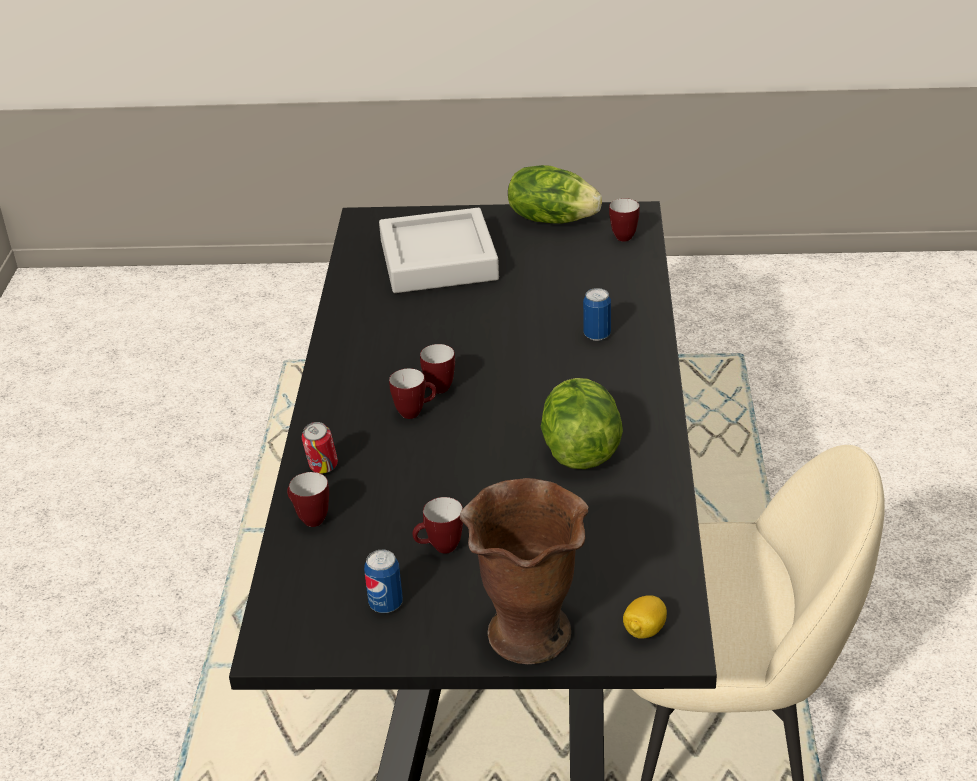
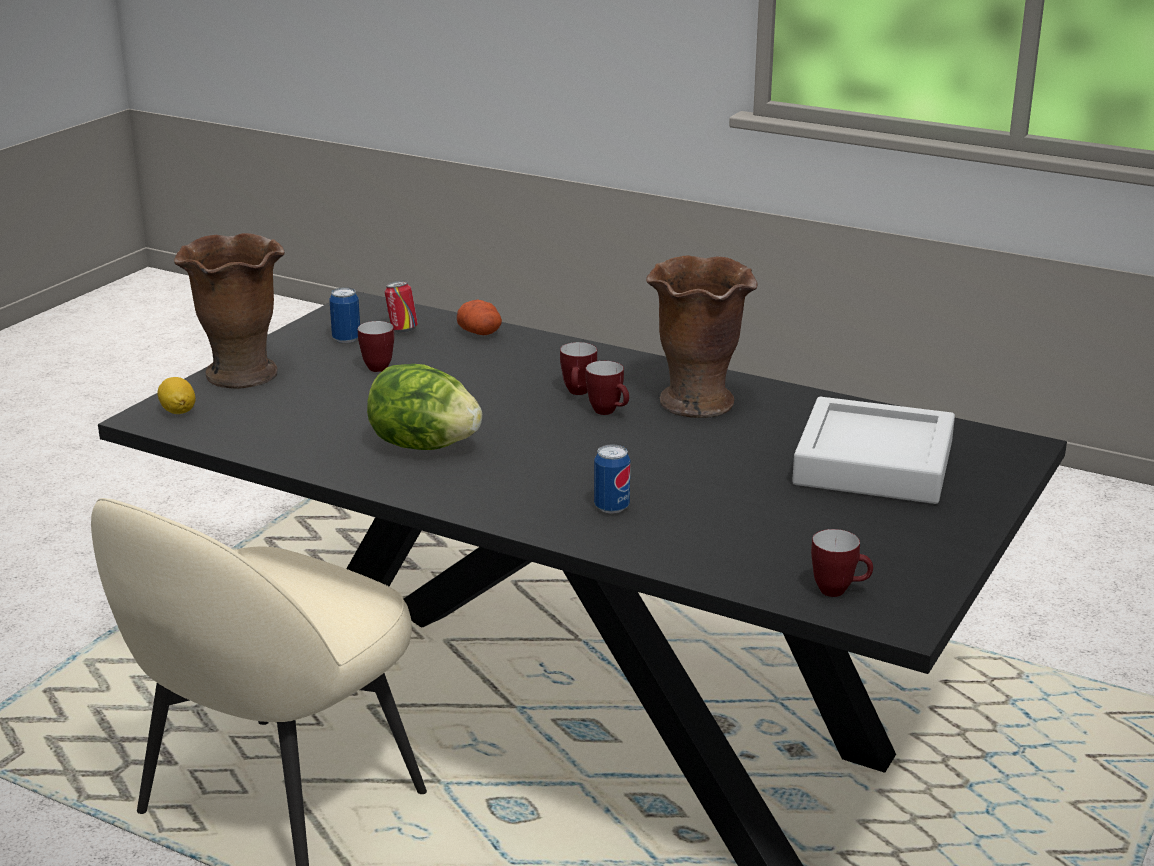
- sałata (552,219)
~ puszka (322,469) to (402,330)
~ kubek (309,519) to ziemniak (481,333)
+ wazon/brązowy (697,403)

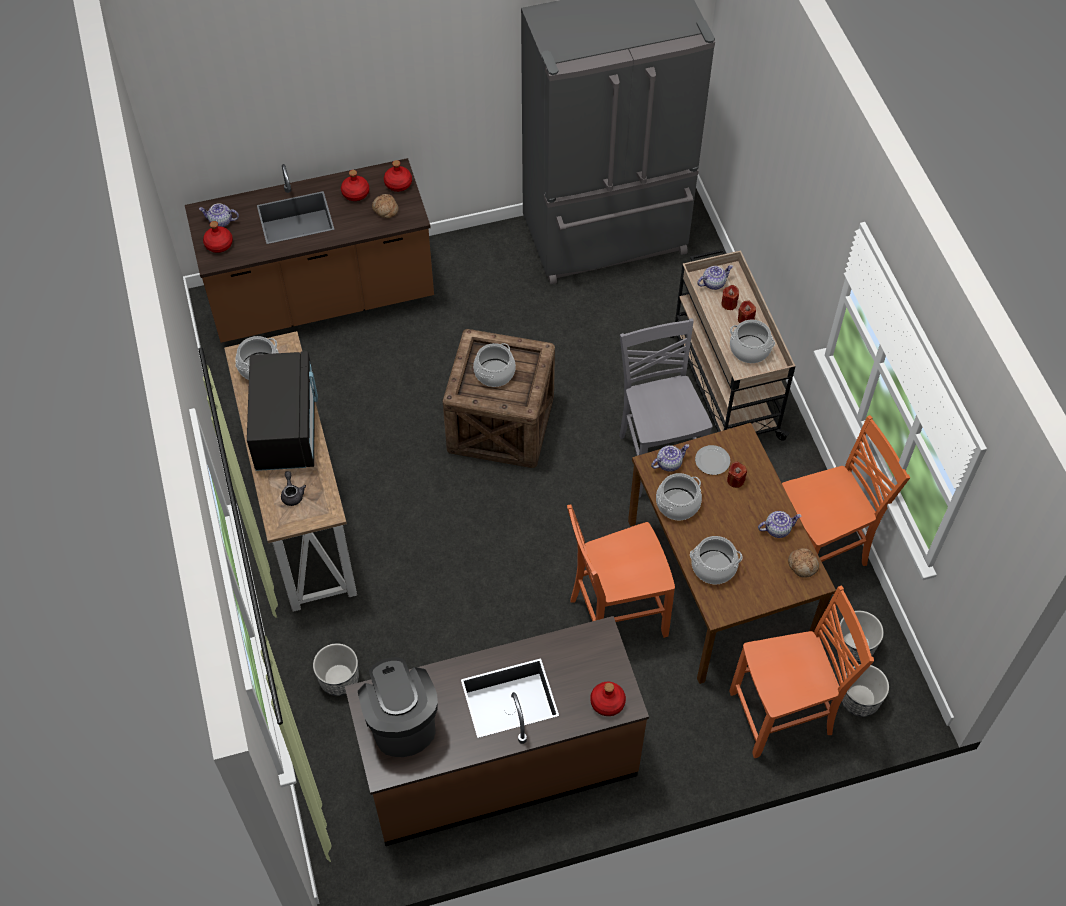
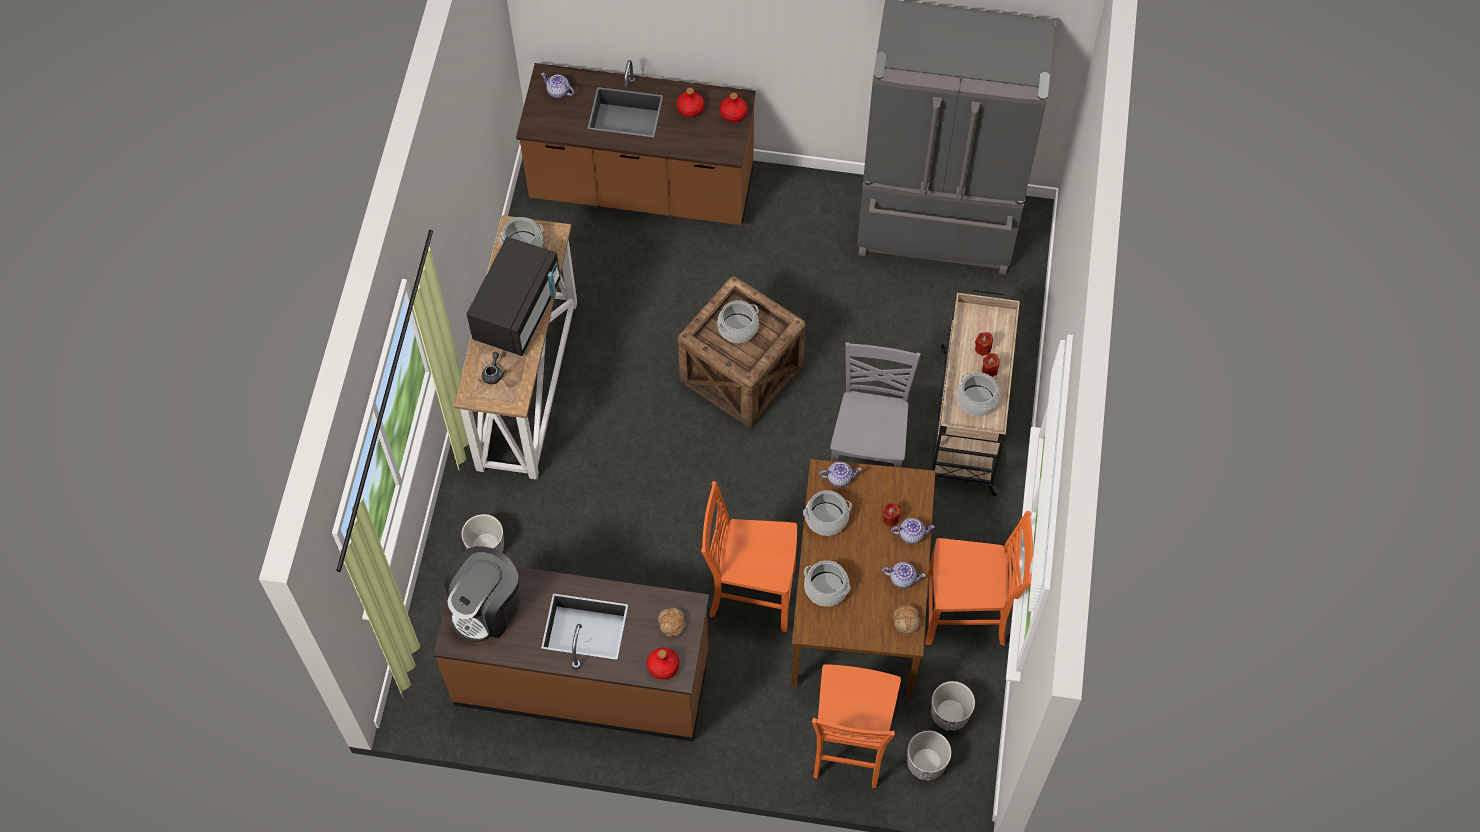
~ chleb (385,209) to (671,623)
- butelka/czerwony (218,244)
~ imbryk (713,283) to (911,534)
- talerz (713,460)
~ krzesło/pomarańczowy (783,715) = (850,746) 90 degrees clockwise
~ ekspres do kawy (401,721) = (486,607) 150 degrees counterclockwise

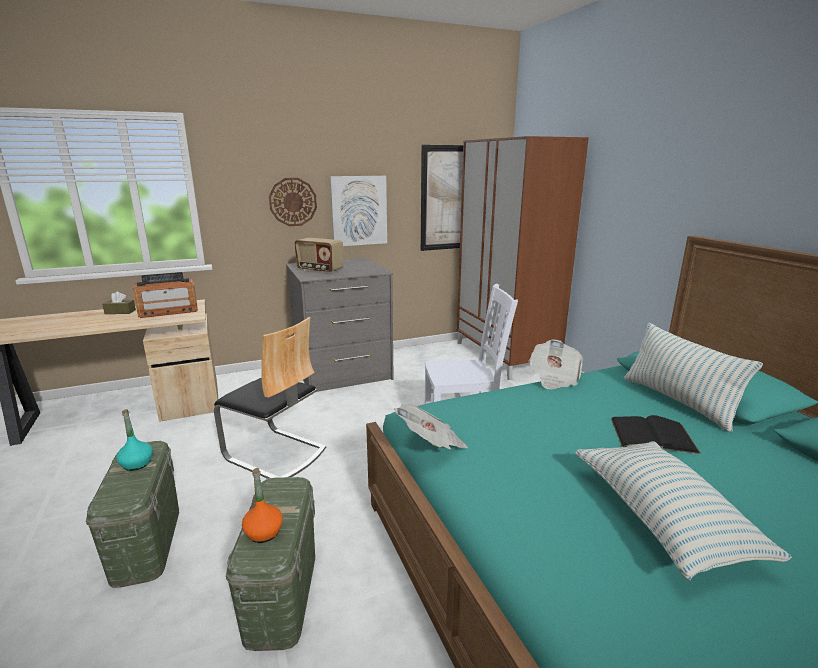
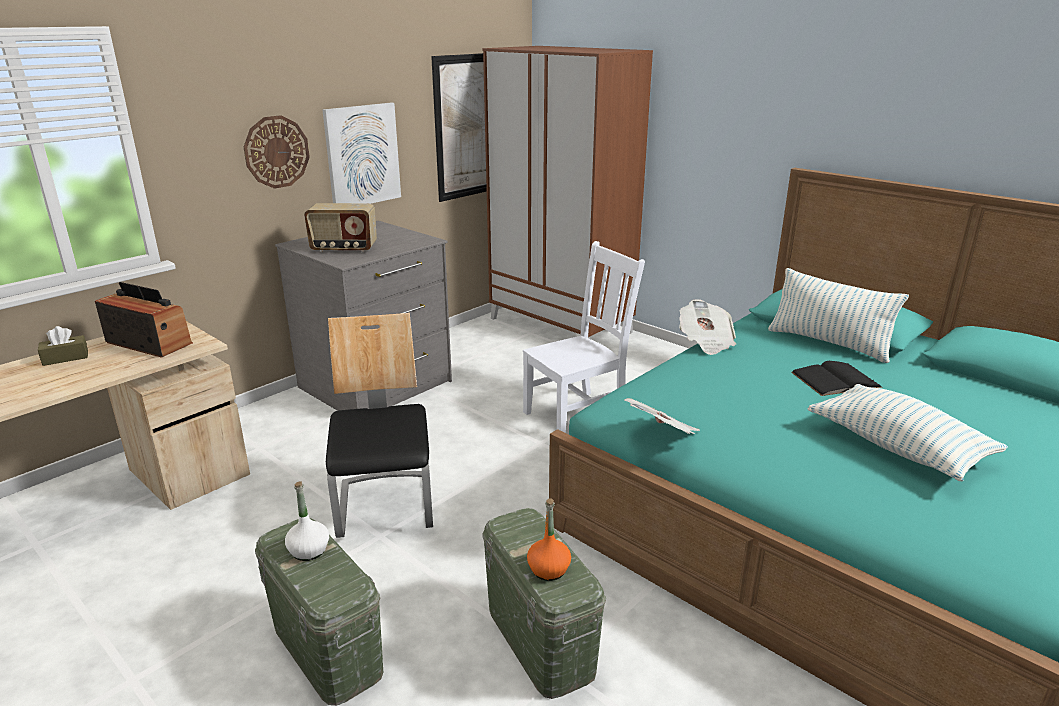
~ radio (168,311) = (149,343) 105 degrees counterclockwise
~ krzesło (275,453) = (386,505) 105 degrees counterclockwise
~ butelka/turkusowy (136,464) to butelka/biały (308,550)

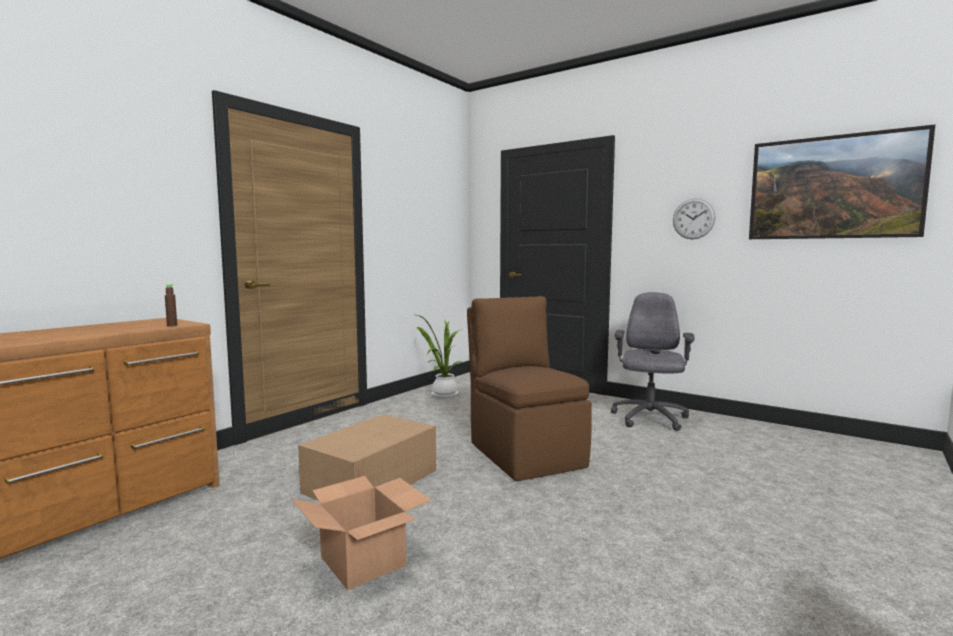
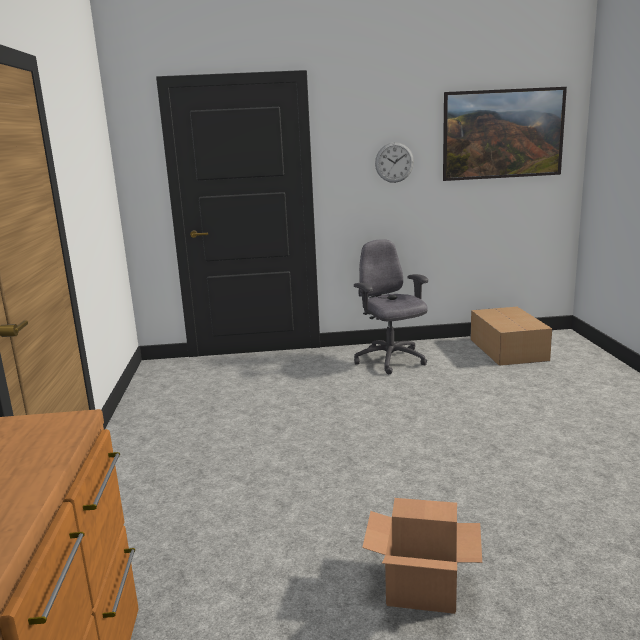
- butelka/brązowy (172,325)
- krzesło/brązowy (525,453)
- roślina doniczkowa (442,395)
~ karton (373,481) to (508,349)

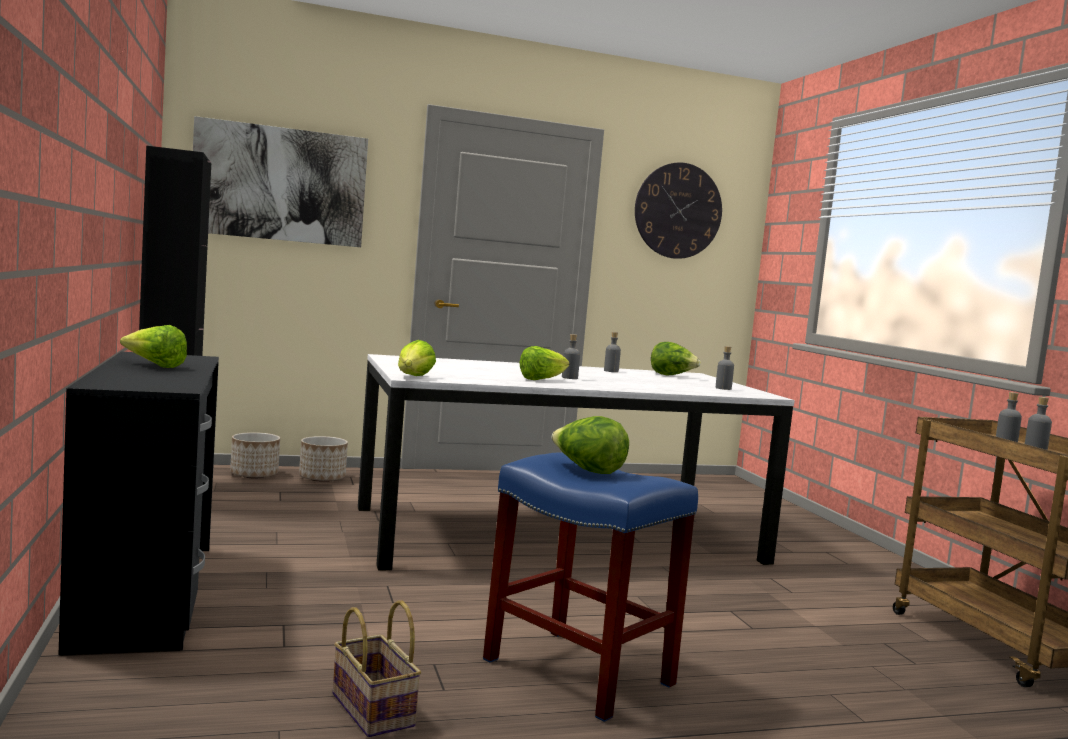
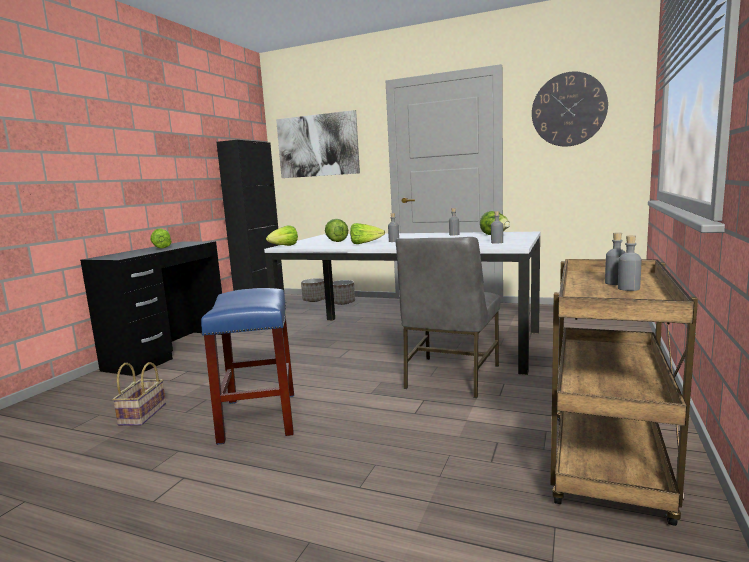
~ sałata (587,471) to (336,241)
+ krzesło/szary (450,377)

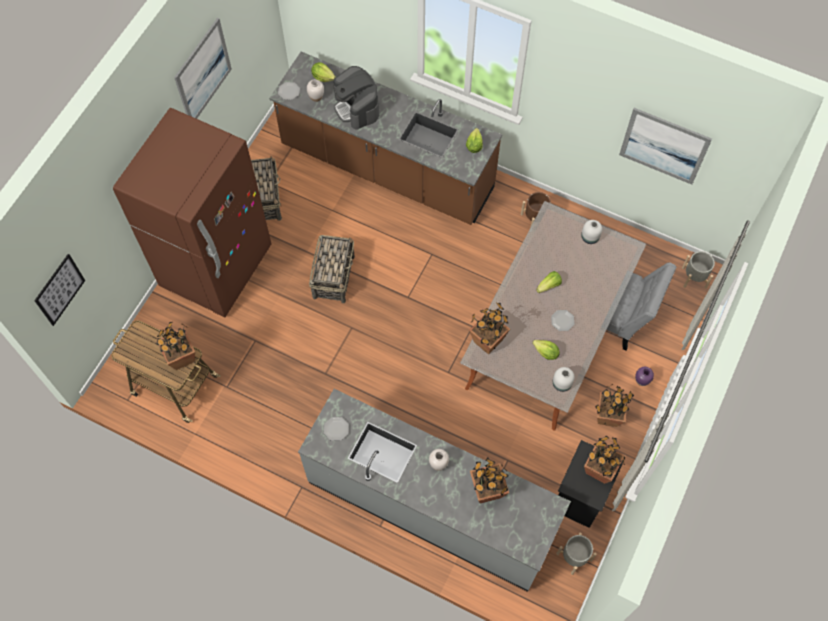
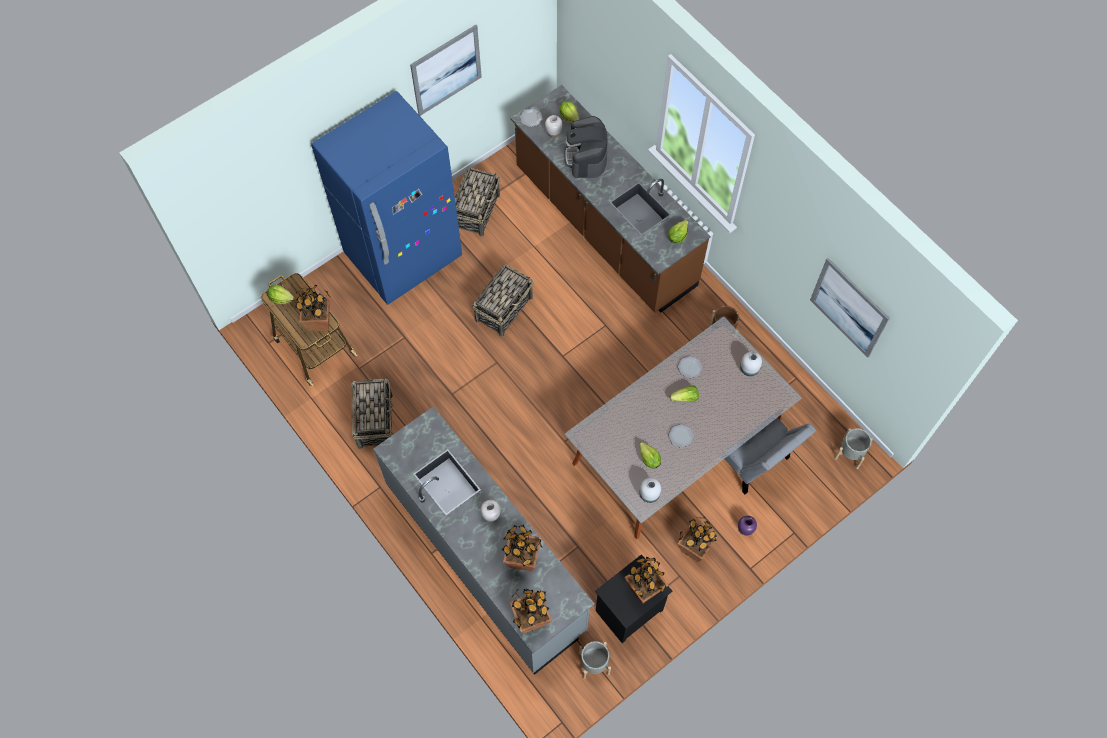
~ lodówka/brązowy (217,267) to lodówka/niebieski (404,256)
- obraz (60,290)
~ roślina doniczkowa (487,341) to (530,618)
~ talerz (336,429) to (690,367)
+ sałata (281,298)
+ koszyk (375,420)

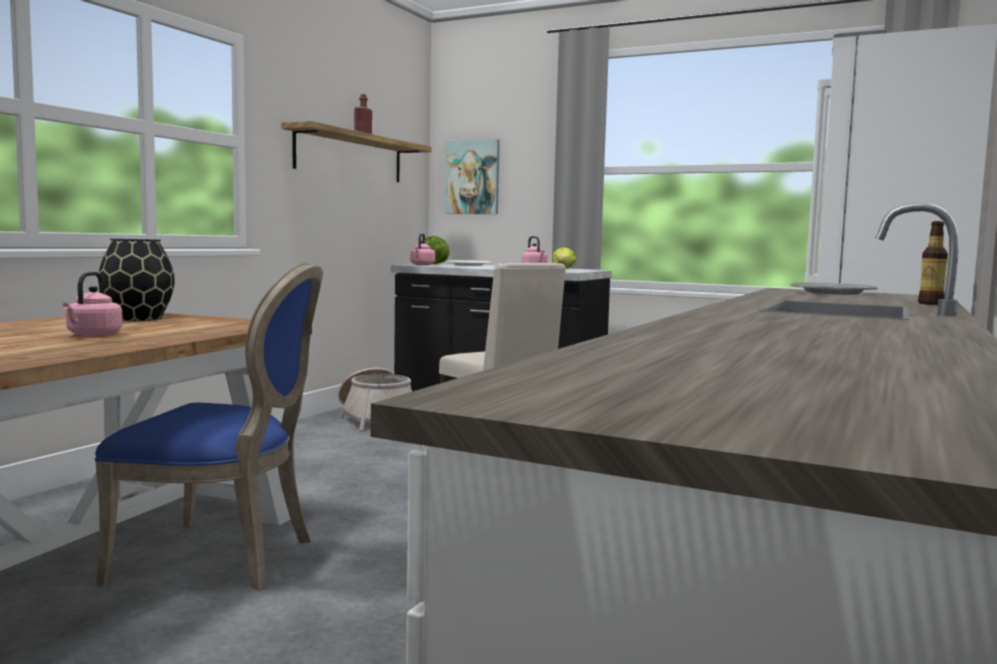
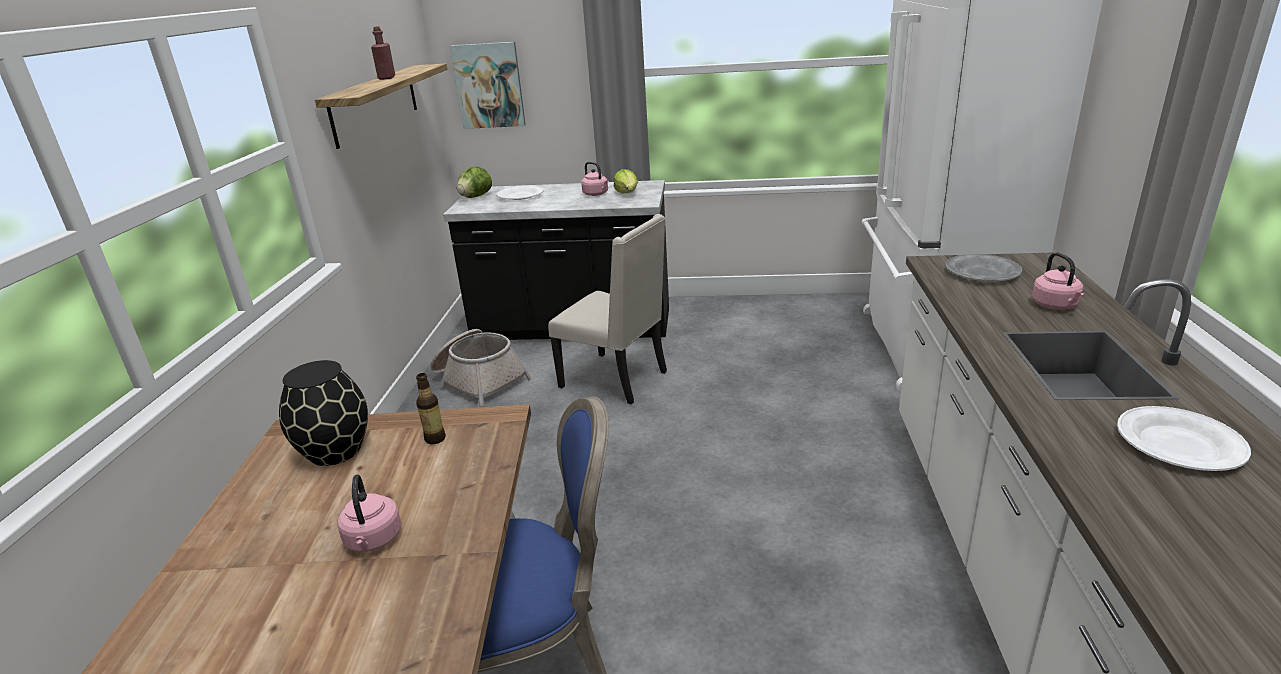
~ butelka (930,304) to (435,439)
~ czajnik/różowy (422,265) to (1056,306)
+ talerz/biały (1178,444)

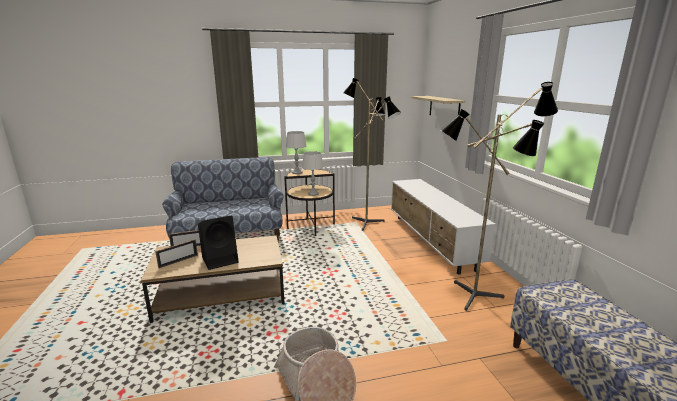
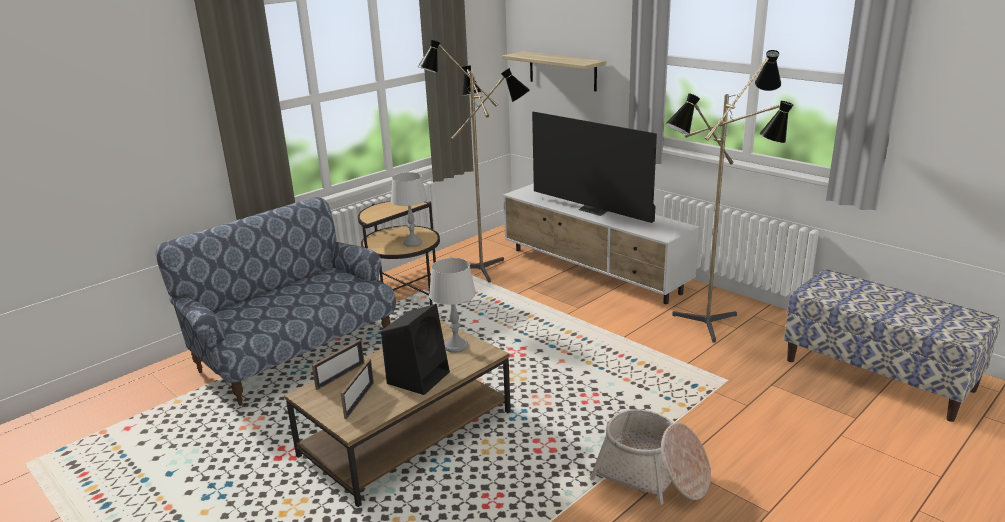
~ lampa stołowa/szary (296,172) to (455,346)
+ telewizor (595,210)

